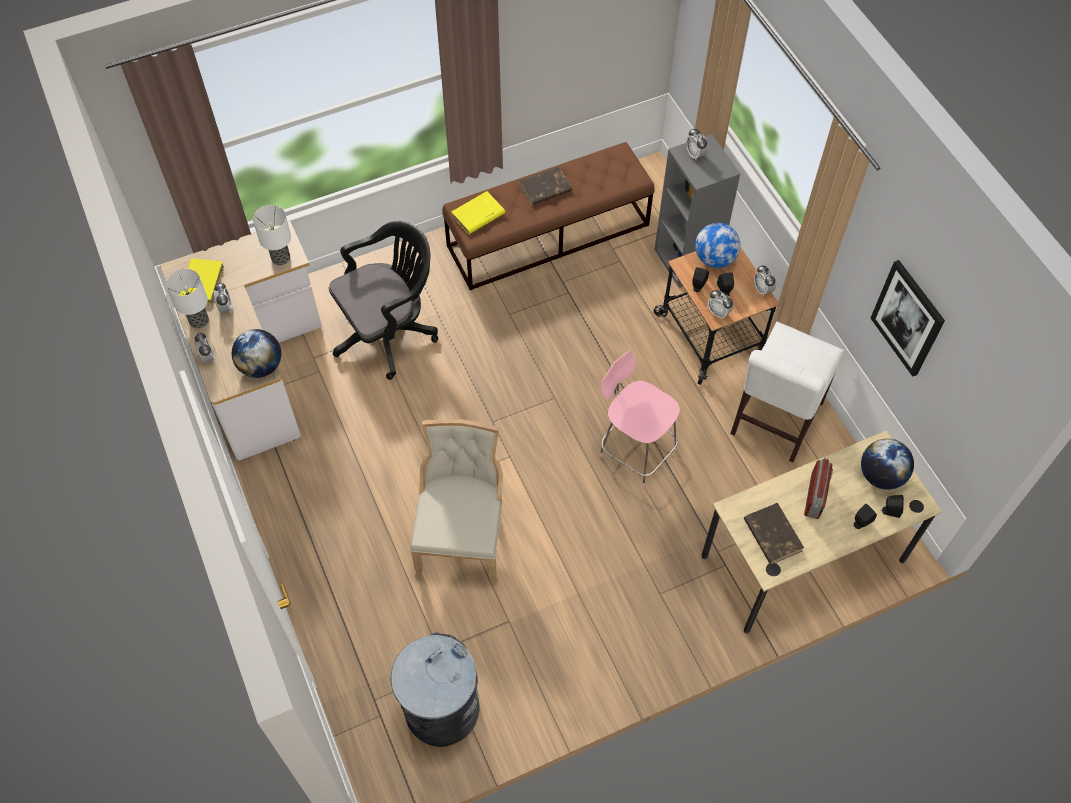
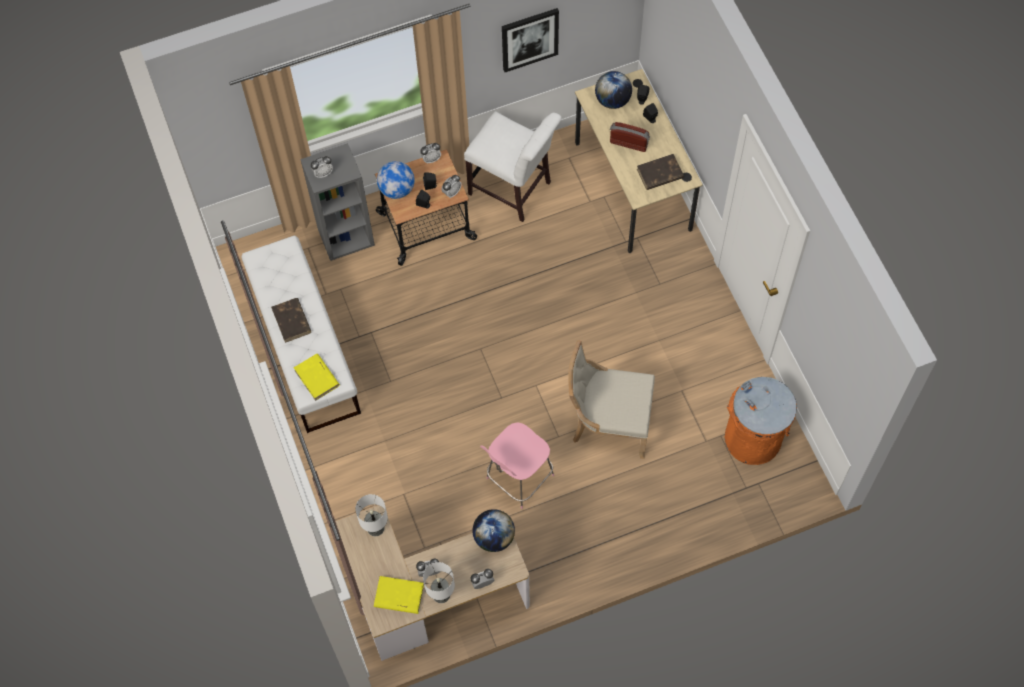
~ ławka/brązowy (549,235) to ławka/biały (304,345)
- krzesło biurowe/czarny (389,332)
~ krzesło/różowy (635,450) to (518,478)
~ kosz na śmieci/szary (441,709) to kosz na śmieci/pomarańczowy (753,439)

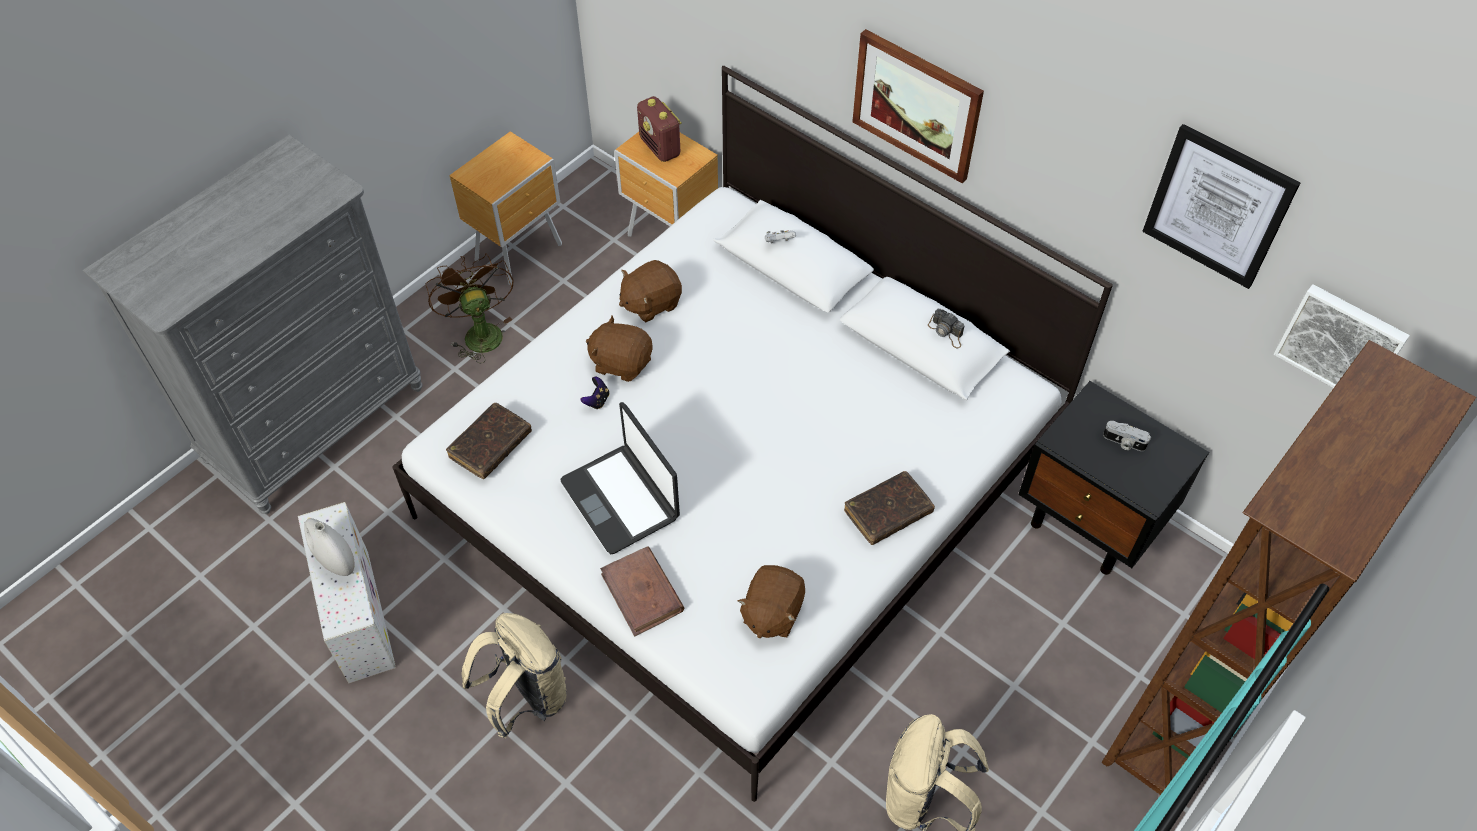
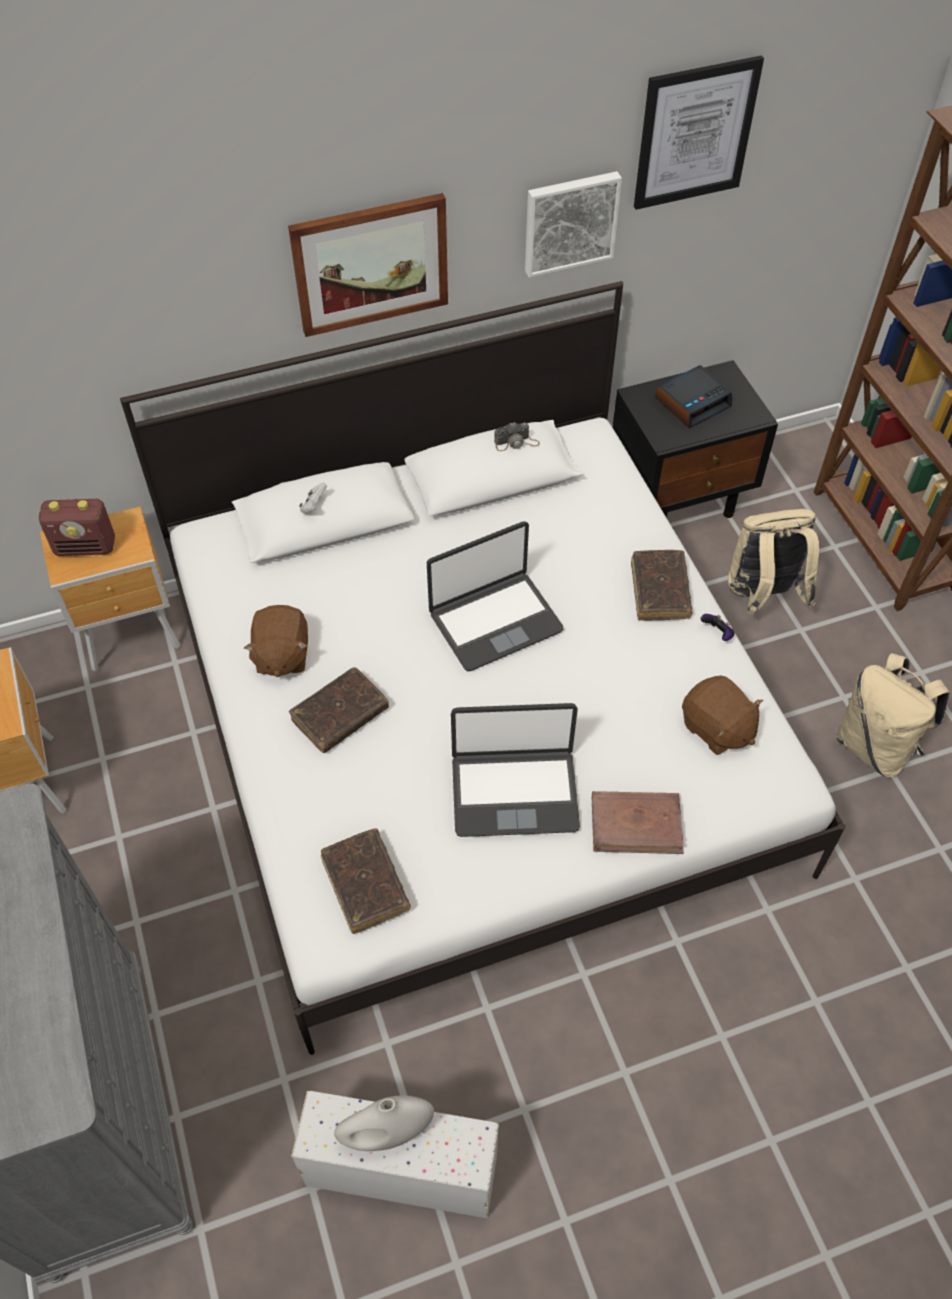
- wentylator/brązowy (479,332)
~ obraz (1341,341) to (569,222)
~ pluszak/brązowy (621,362) to książka/brązowy (340,715)
~ pad do gier (597,400) to (717,634)
~ aparat fotograficzny (1123,442) to budzik (692,402)
~ plecak/beżowy (526,697) to (762,596)
+ laptop (495,621)

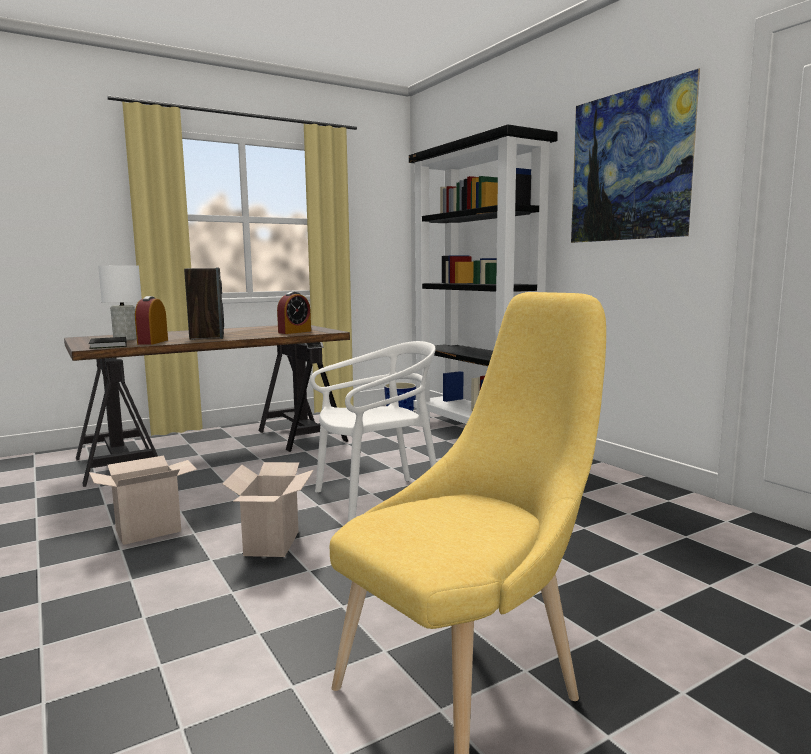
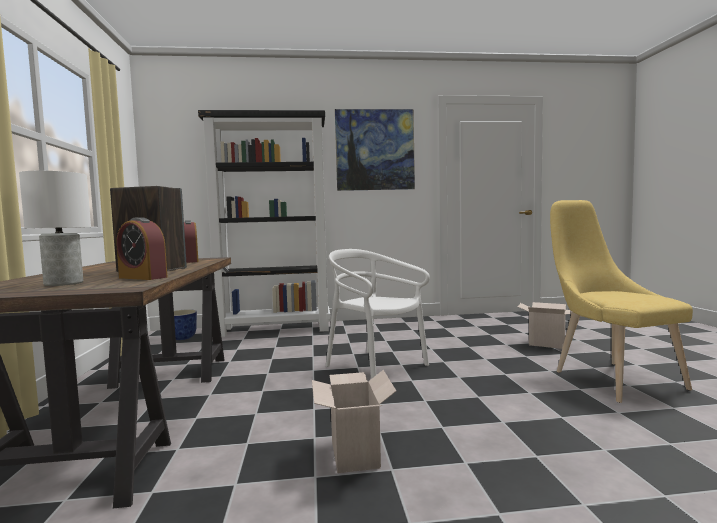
- książka/czarny (107,345)
~ krzesło/biały (377,501) = (375,367) 45 degrees counterclockwise
~ karton (273,544) to (548,343)

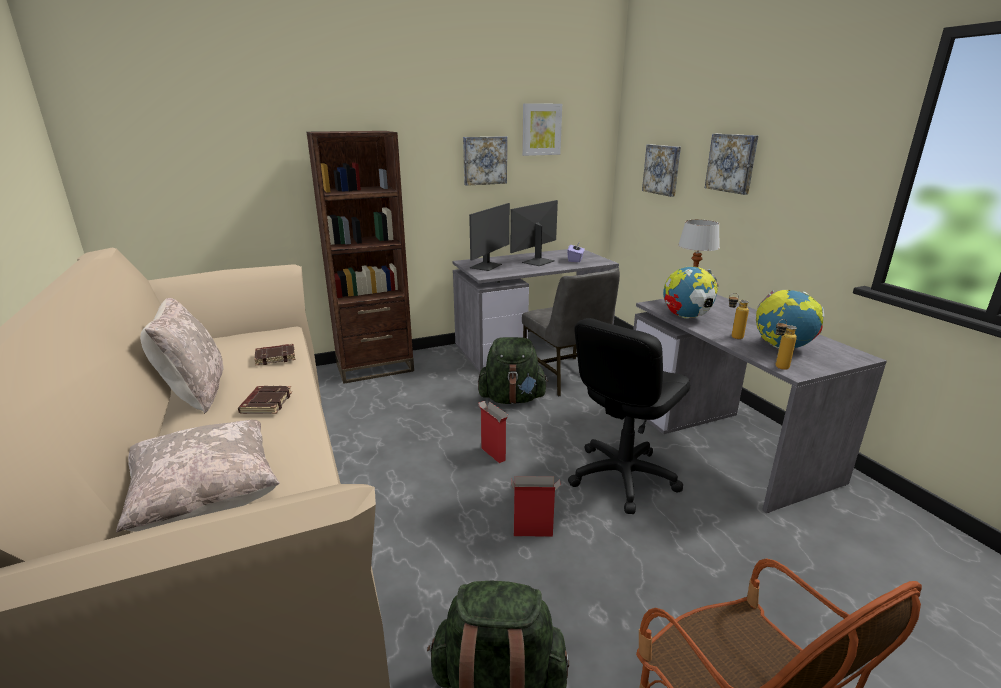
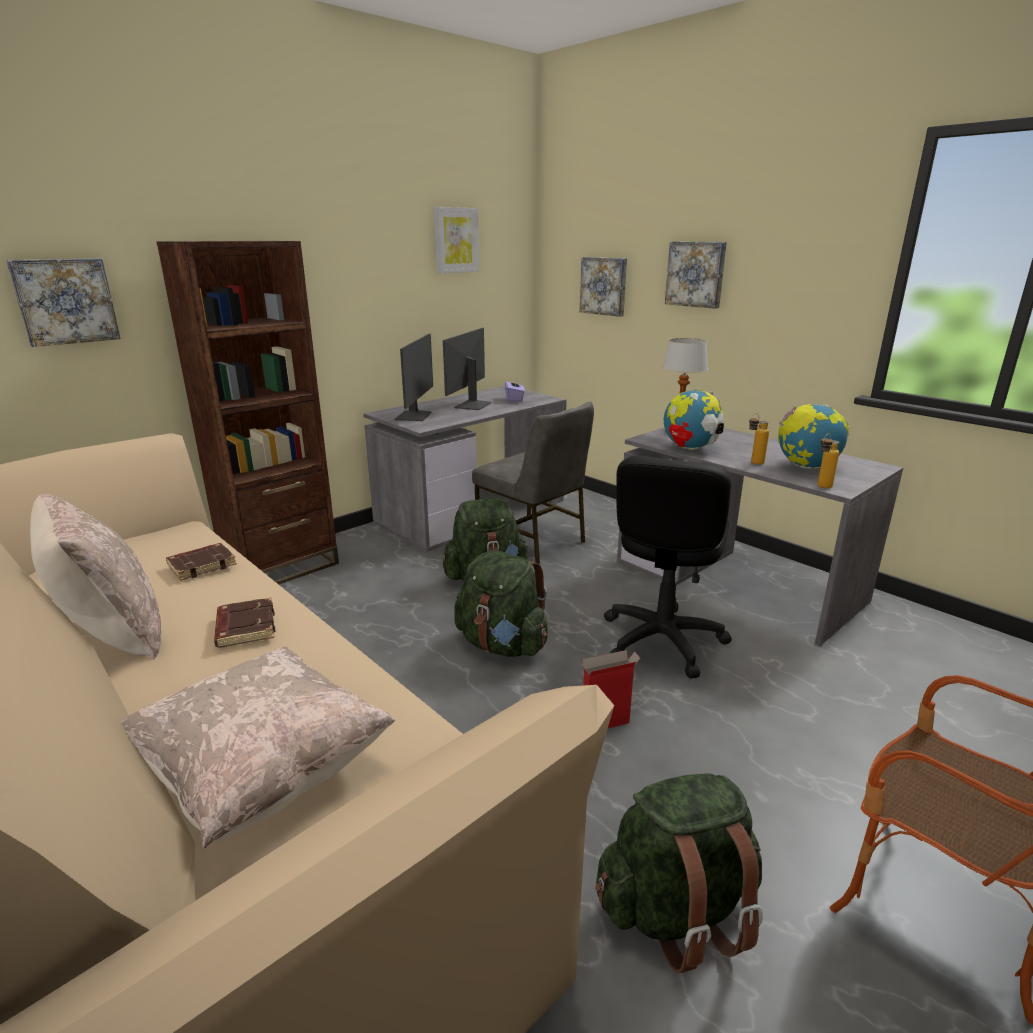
~ obraz (484,160) to (65,301)
~ karton (492,454) to plecak/zielony (502,645)

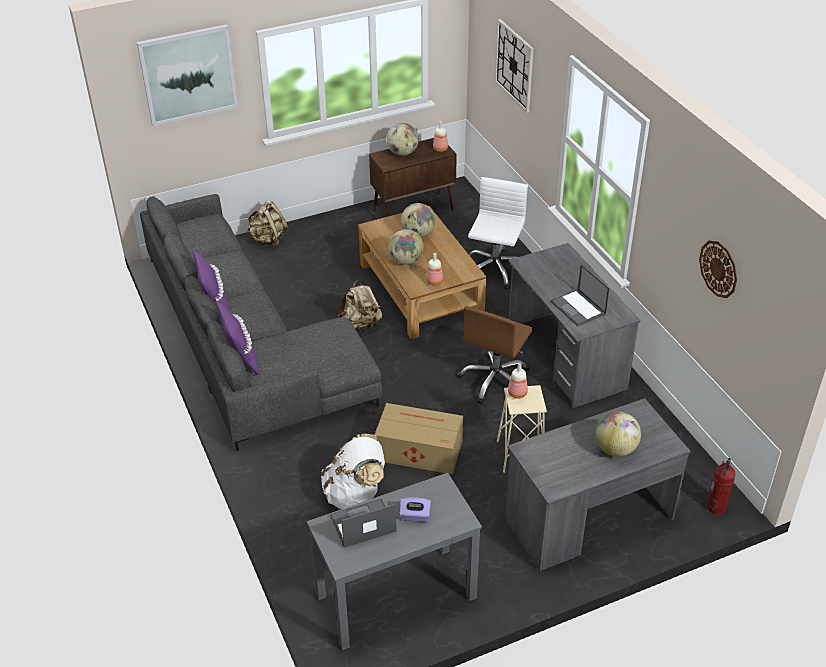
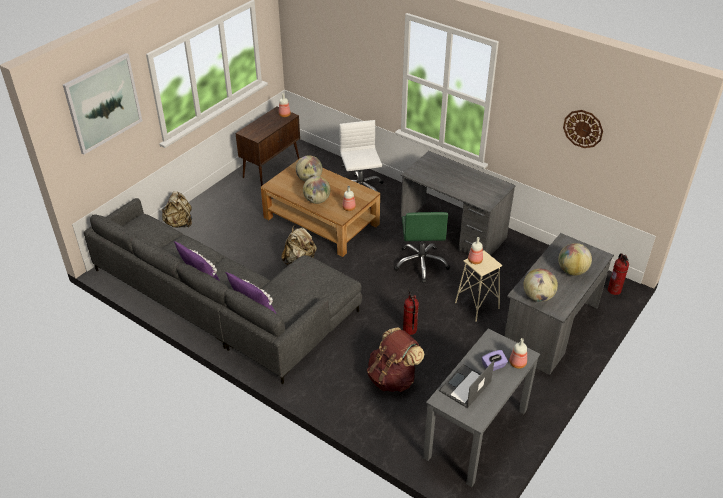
- zegar ścienny (514,65)
~ globus (402,153) to (538,297)
- laptop (578,308)
~ krzesło biurowe/brązowy (495,380) to krzesło biurowe/zielony (421,263)
~ karton (418,450) to gaśnica (409,330)
~ plecak/biały (355,495) to plecak/brązowy (393,378)
+ butelka (517,363)

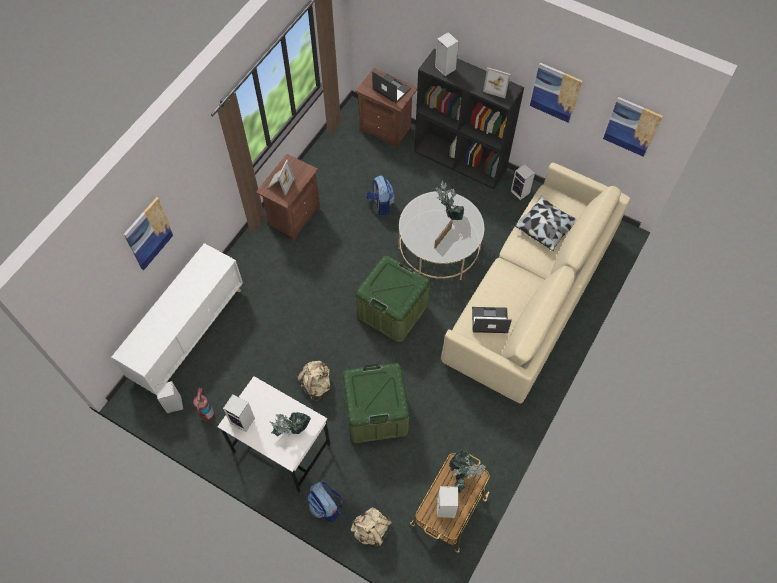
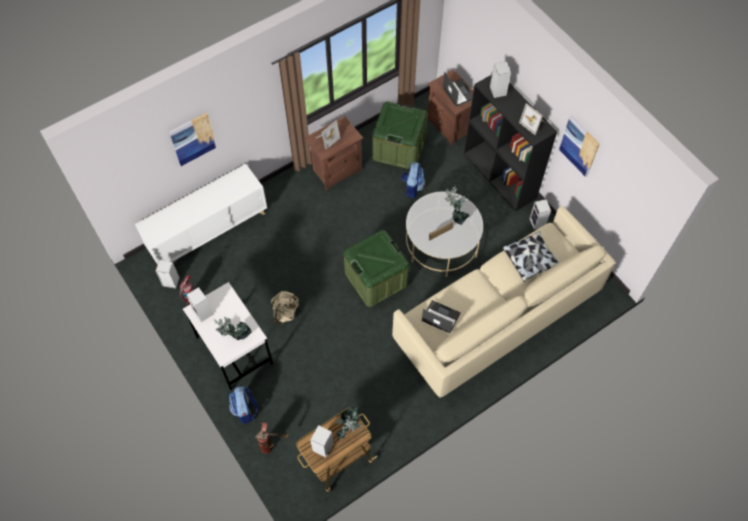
- obraz (632,126)
~ pojemnik do przechowywania/zielony (376,413) to (399,149)
~ plecak/beżowy (372,530) to gaśnica (270,444)

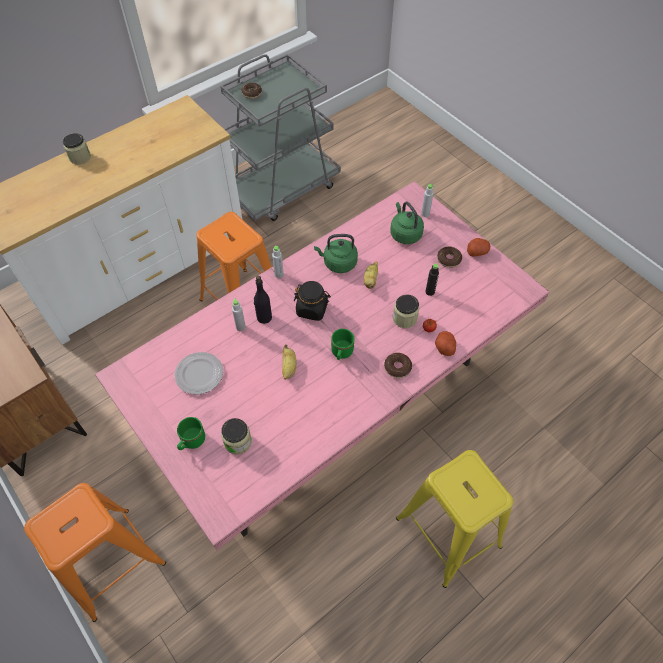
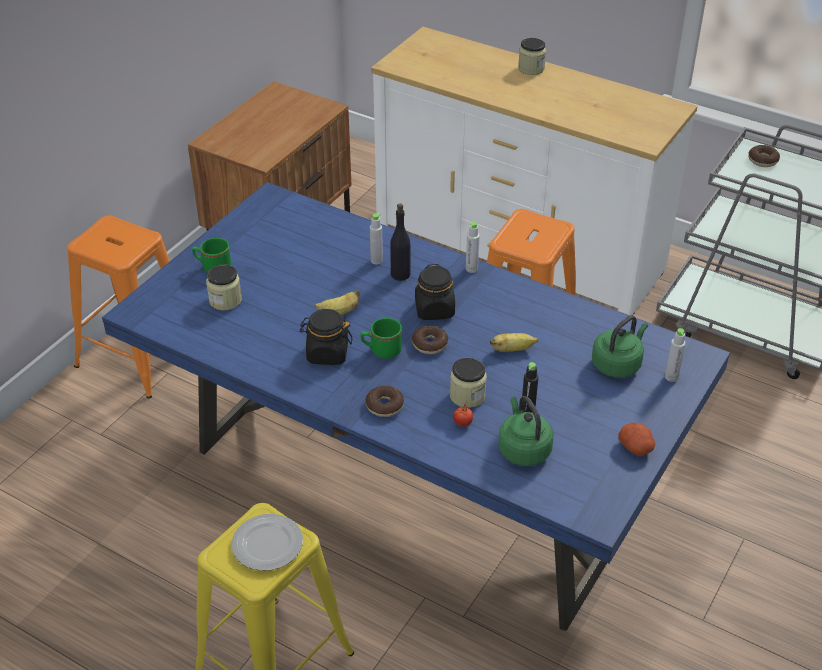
~ stół jadalny/różowy (331,408) to stół jadalny/niebieski (408,485)
~ czajnik/zielony (338,263) to (523,449)
~ donut (449,260) to (430,344)
- ziemniak (444,347)
~ talerz (199,374) to (268,544)
+ słoik/czarny (327,353)

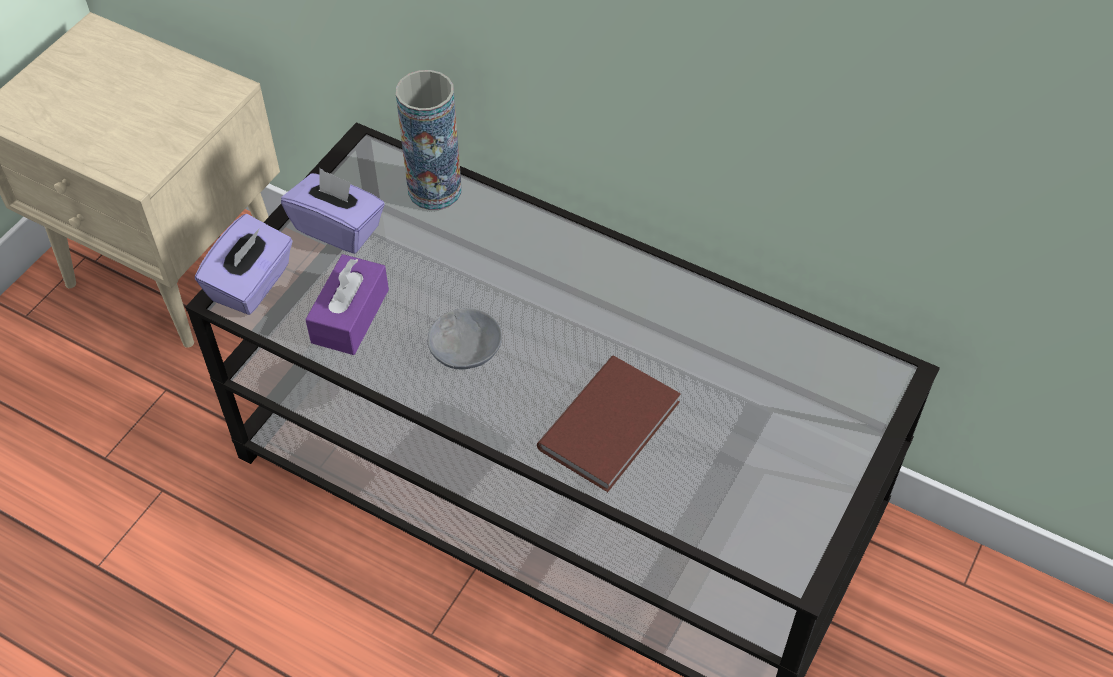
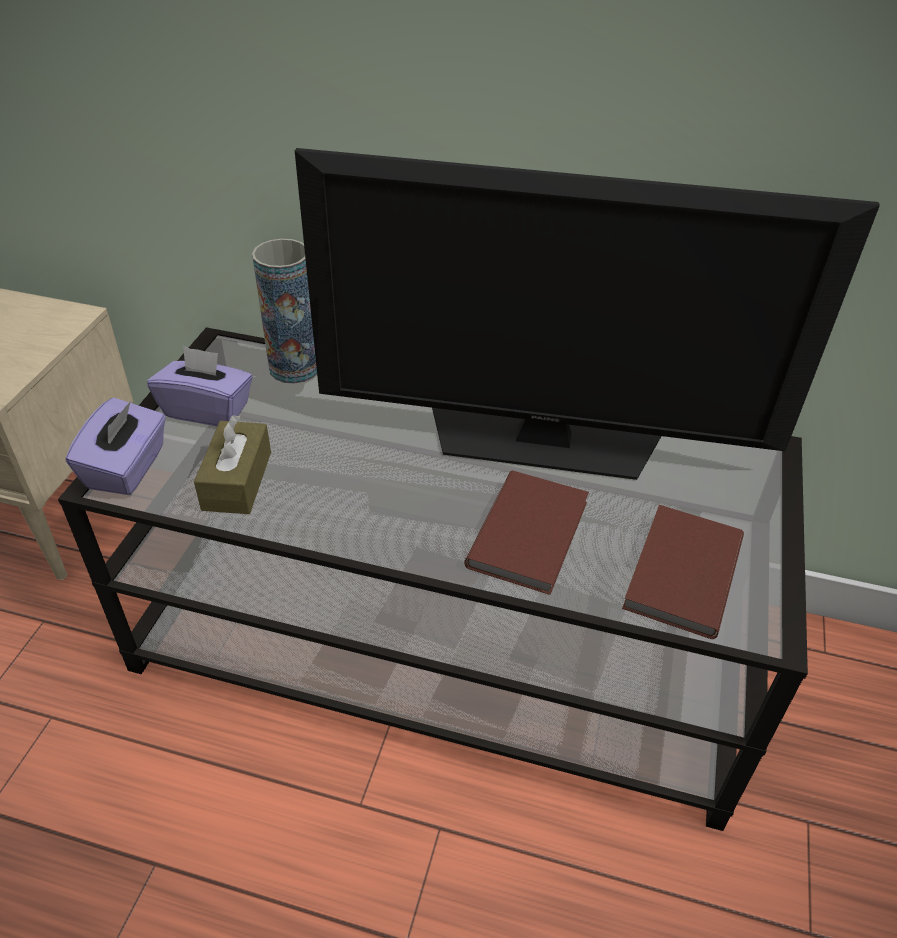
~ pudełko chusteczek/fioletowy (350,316) to pudełko chusteczek/brązowy (237,480)
- miska/szary (465,352)
+ telewizor (543,440)
+ książka/brązowy (679,573)

